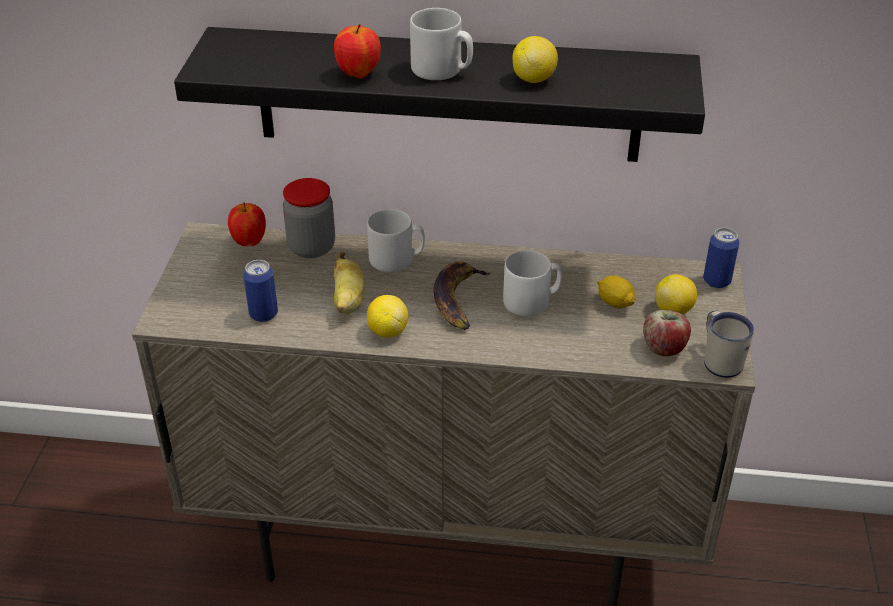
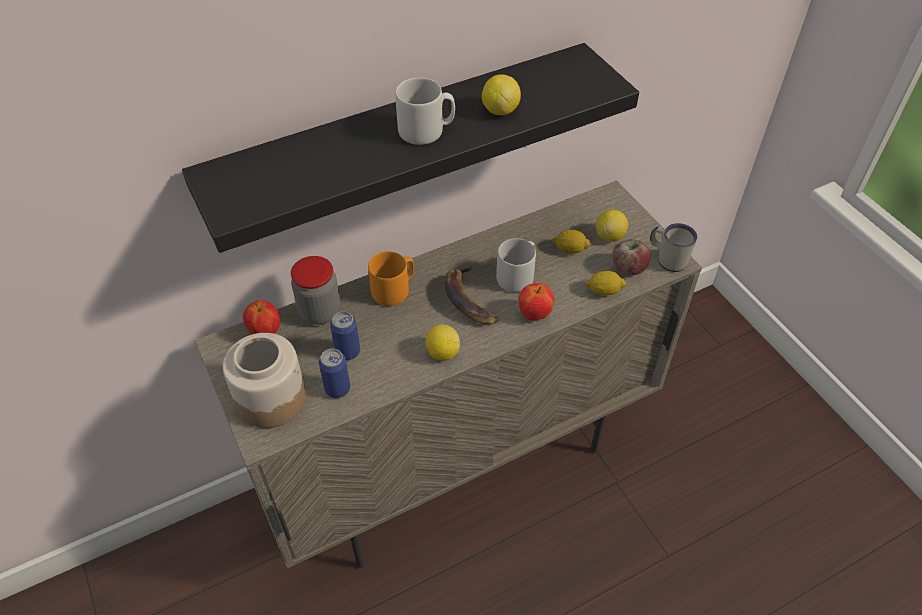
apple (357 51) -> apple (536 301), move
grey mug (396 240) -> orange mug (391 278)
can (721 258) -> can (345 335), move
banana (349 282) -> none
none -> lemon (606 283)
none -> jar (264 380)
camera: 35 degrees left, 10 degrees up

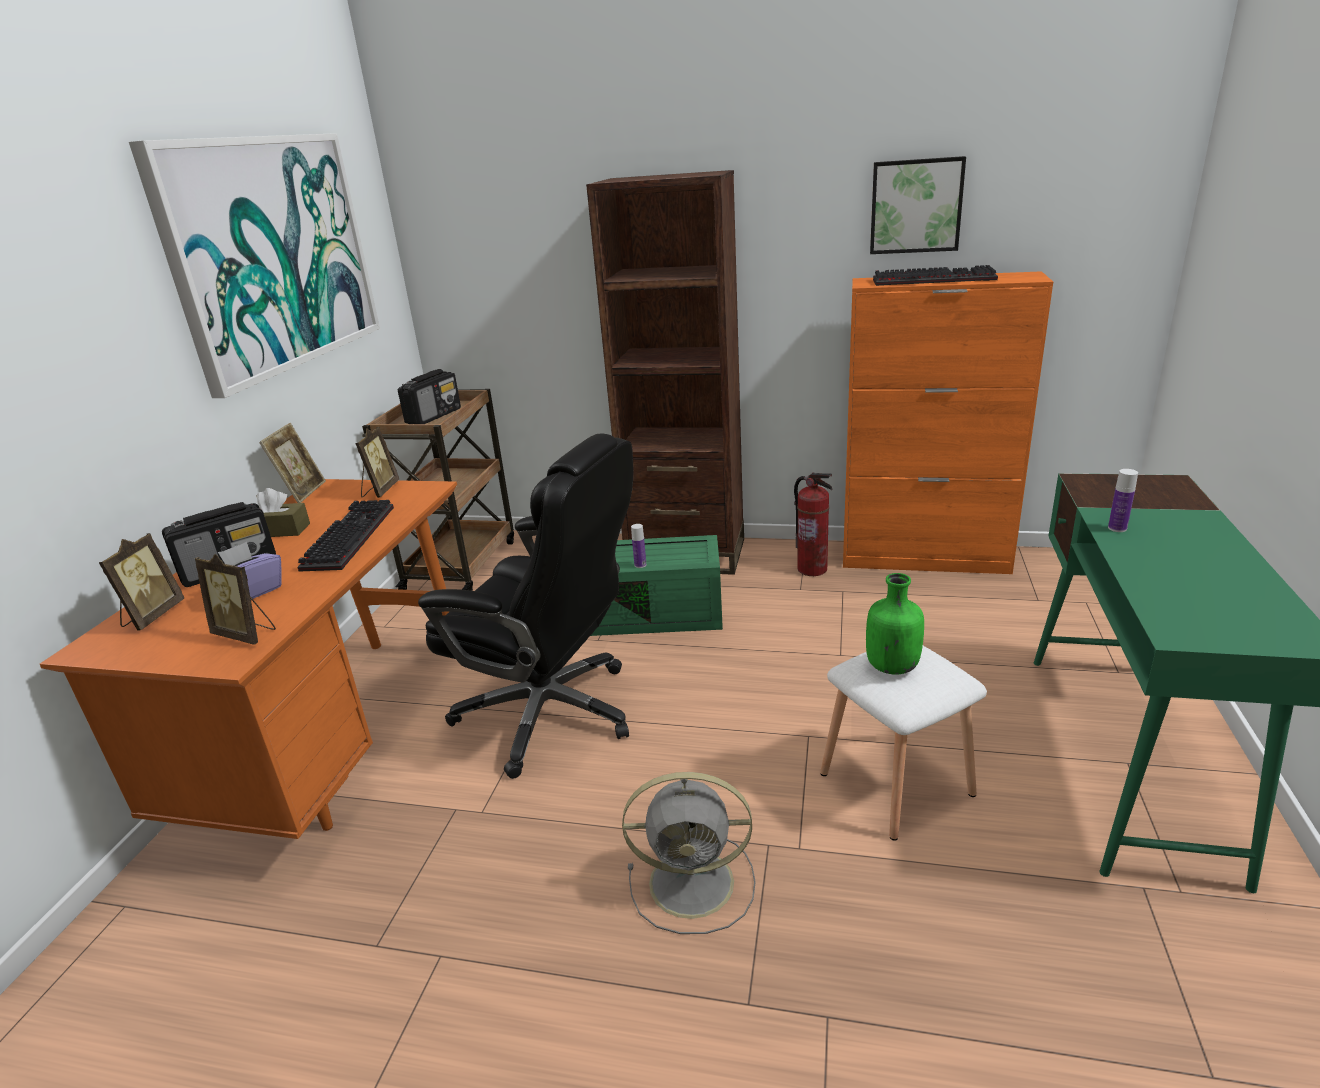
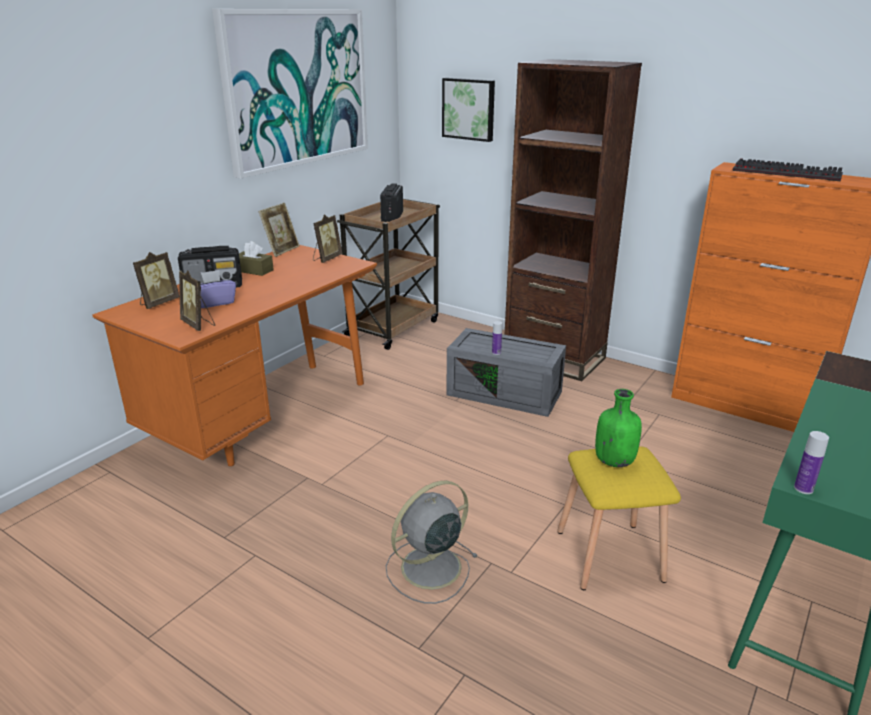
picture (918 205) -> picture (468 110), move
radio (429 396) -> radio (391 202), 135 degrees clockwise
black office chair (525 606) -> none
bottle (1123 500) -> bottle (811 462), move
fire extinguisher (813 524) -> none
keyboard (345 536) -> none
green storage box (656 585) -> grey storage box (506 372)
white stool (903 743) -> yellow stool (619 518)
grey fan (689 853) -> grey fan (432 542), 120 degrees clockwise
camera: 20 degrees right, 0 degrees up

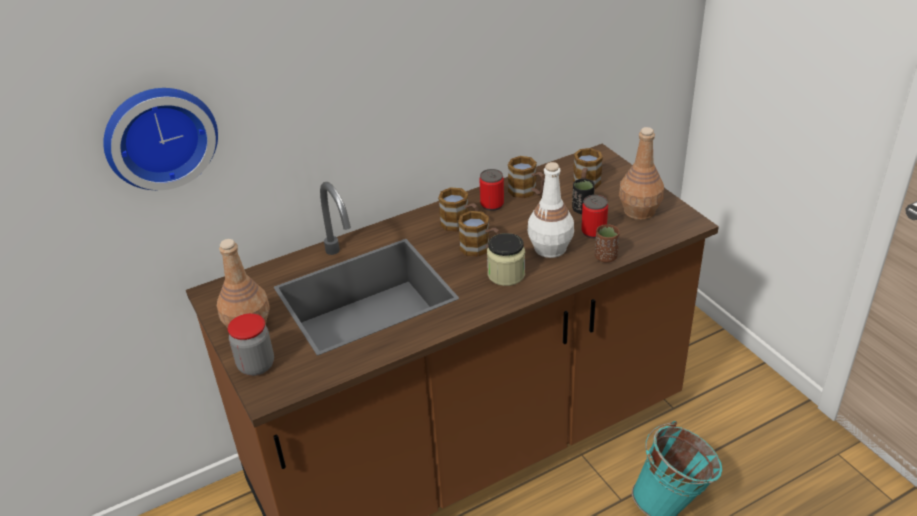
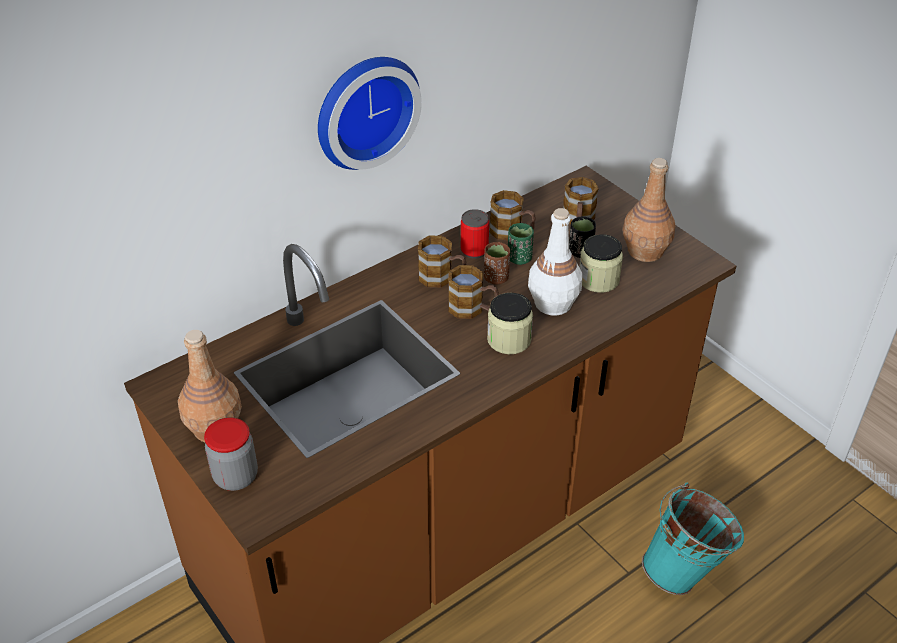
wall clock (160 139) -> wall clock (370 113), move
can (594 217) -> jar (601 263)
brown cup (607 243) -> brown cup (497 263), move
none -> green cup (521 244)
camera: 10 degrees left, 5 degrees up

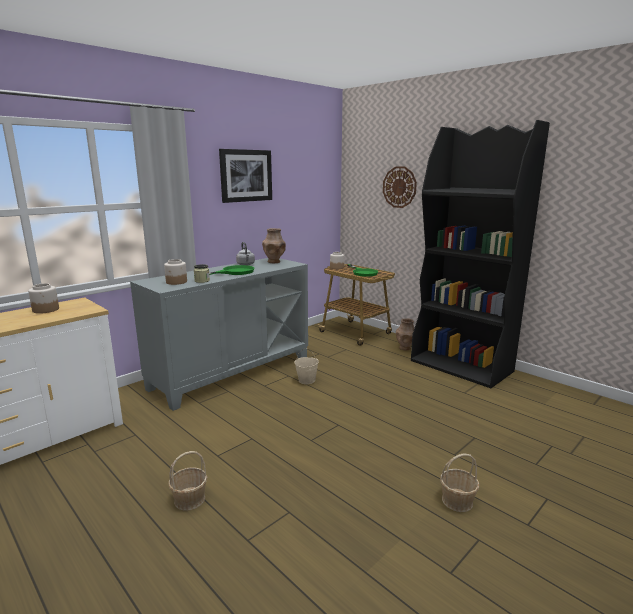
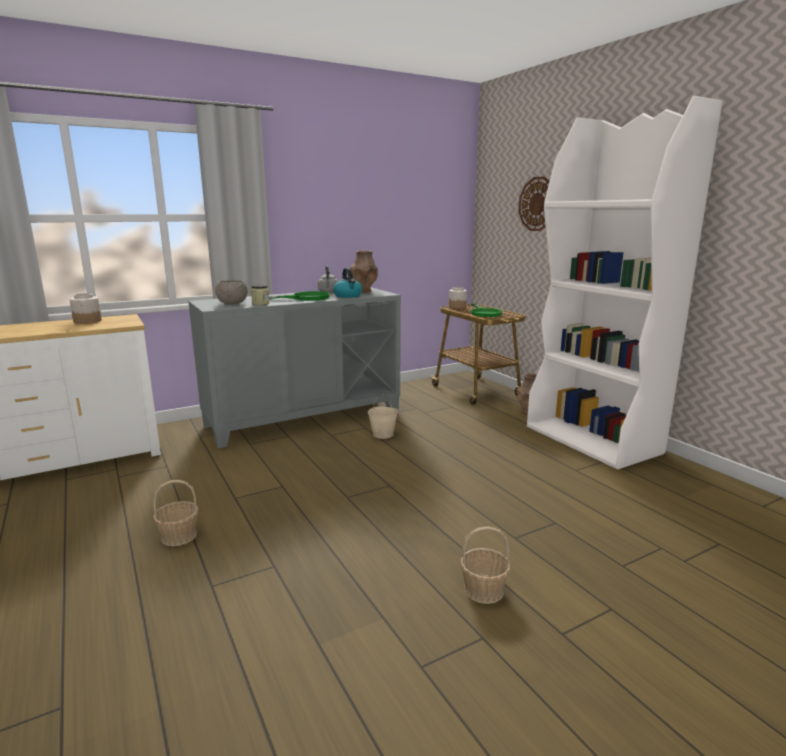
black bookcase (480 254) -> white bookcase (624 283)
picture (245 176) -> none
jar (175 272) -> grey bowl (231 292)
none -> kettle (348 283)
camera: 15 degrees right, 0 degrees up

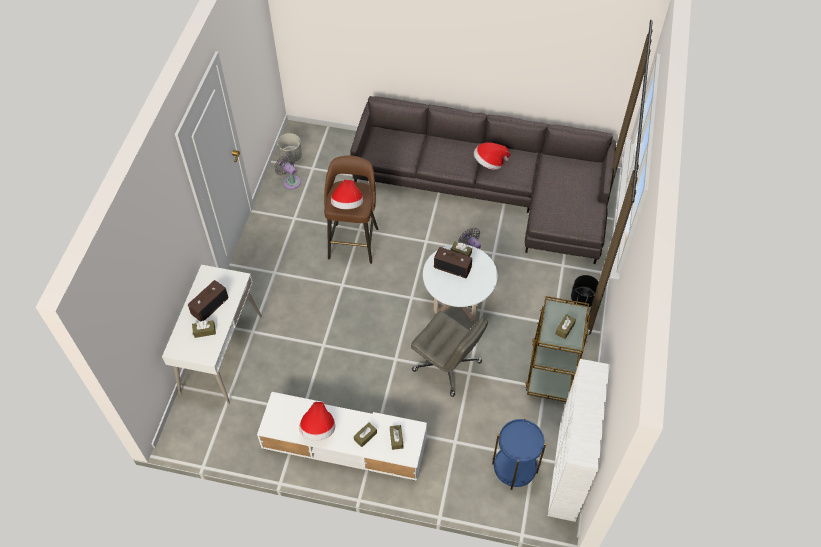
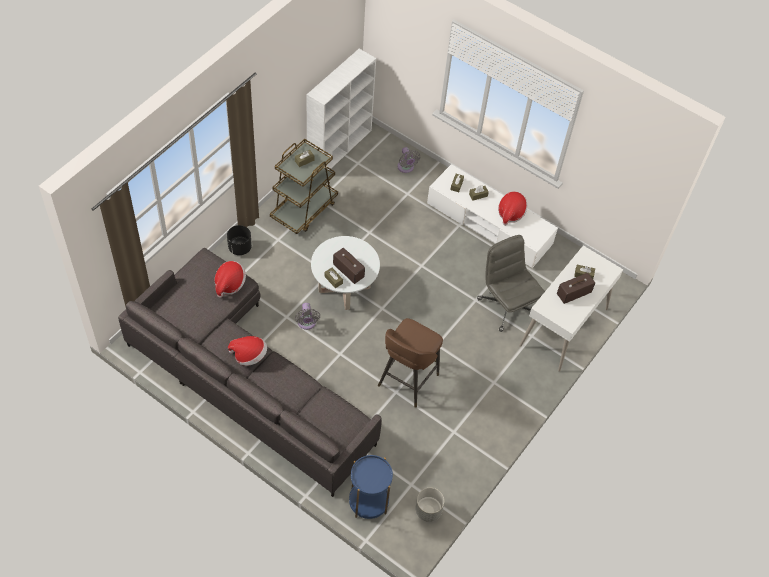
grey fan (288 171) -> grey fan (408 160), move
hat (347 194) -> hat (230 279), move
grey office chair (449 354) -> grey office chair (511 283), move
blue side table (519 453) -> blue side table (371 487), move
camera: 160 degrees left, 0 degrees up

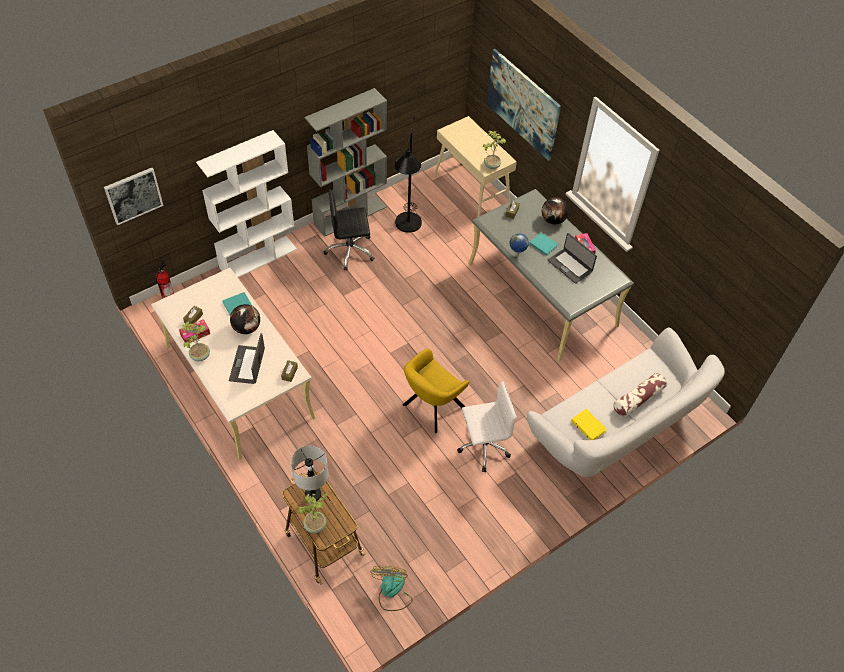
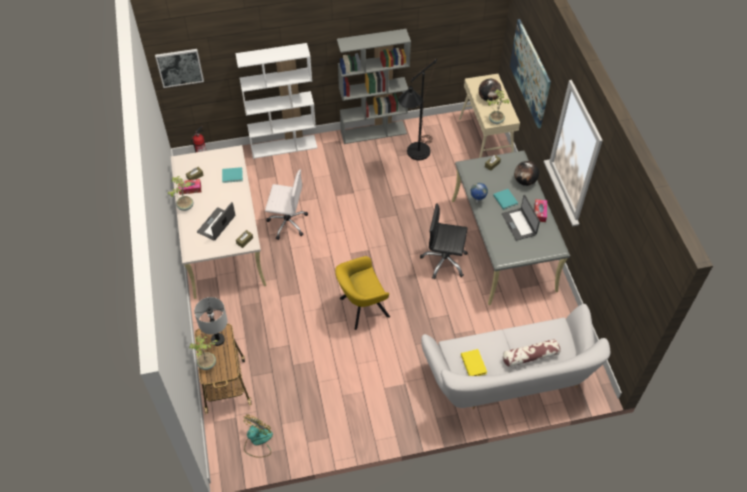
black office chair (349 230) -> black office chair (444 241), move
globe (245 319) -> globe (490 90), move
white office chair (487 426) -> white office chair (286 204), move
camera: 25 degrees right, 0 degrees up

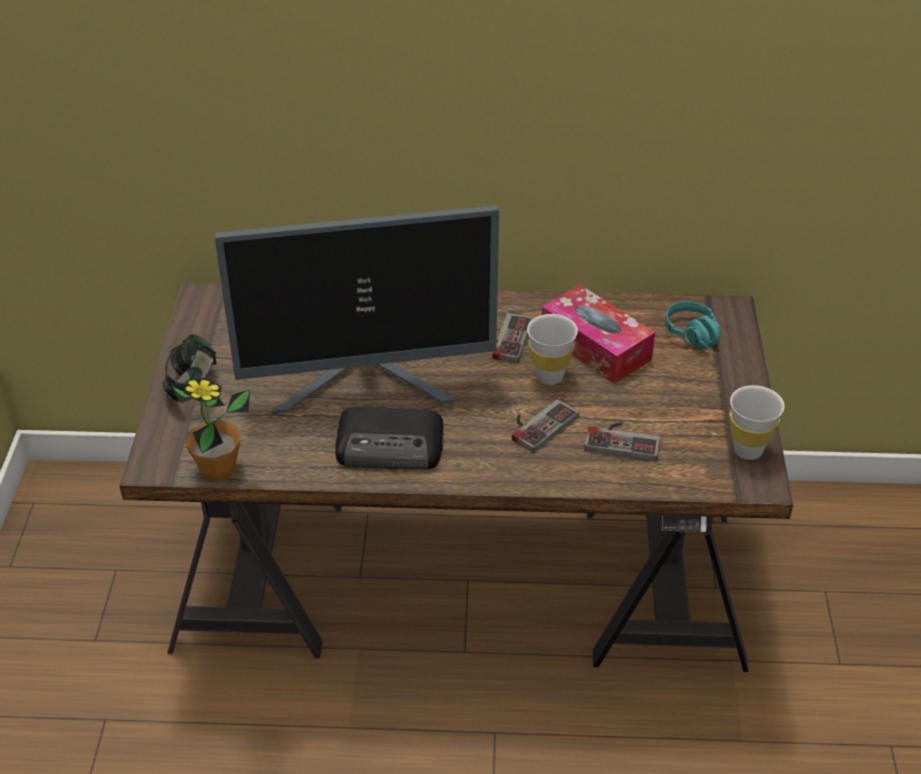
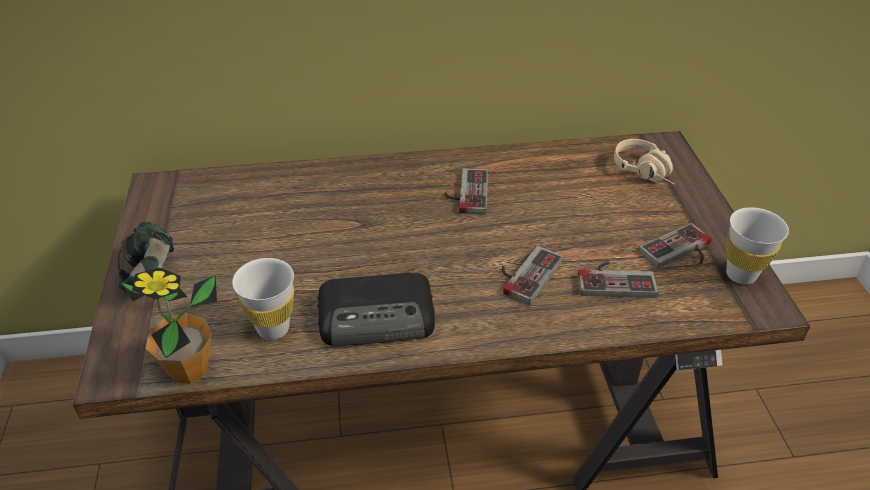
monitor (356 310) -> none
tissue box (598 334) -> none
turquoise headphones (693 327) -> beige headphones (644 162)
white cup (552 349) -> white cup (263 299), move
none -> game controller (675 245)
camera: 10 degrees left, 0 degrees up

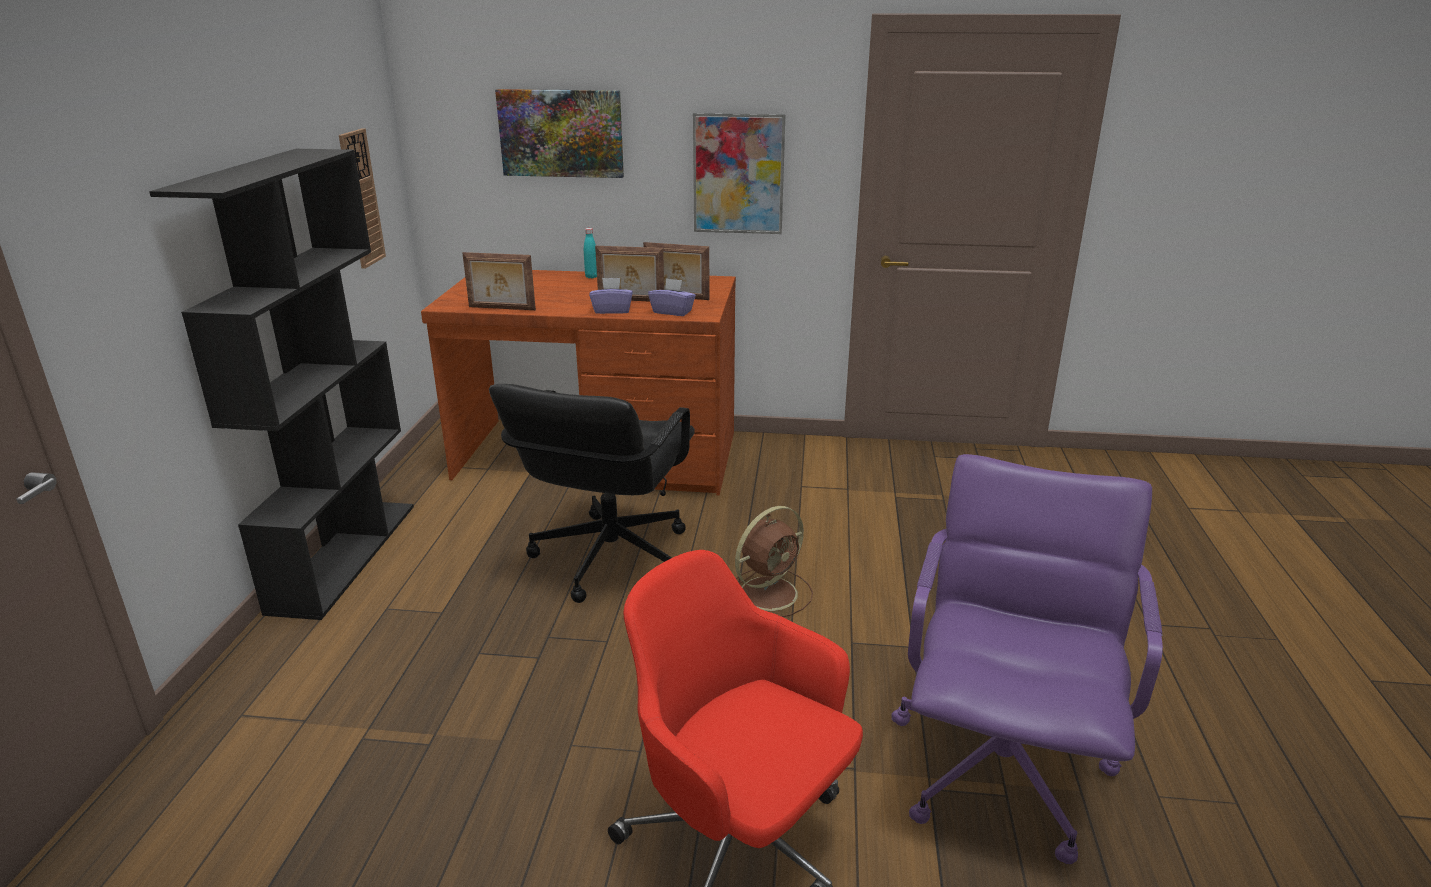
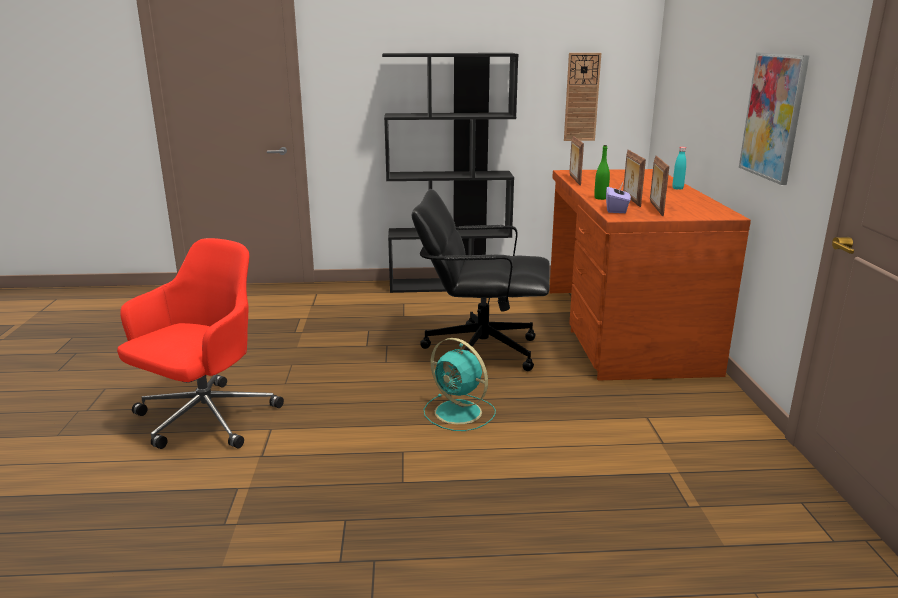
picture (559 133) -> none
purple tissue box (611 296) -> green bottle (602 172)
purple office chair (1027 659) -> none
brown fan (774 561) -> turquoise fan (459 384)
camera: 80 degrees right, 5 degrees down

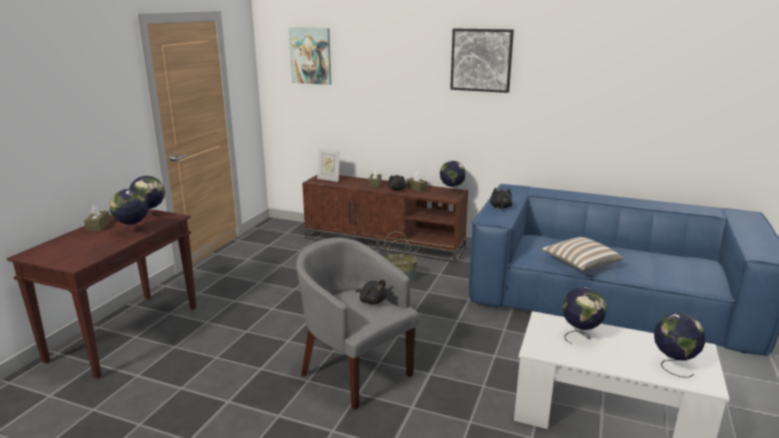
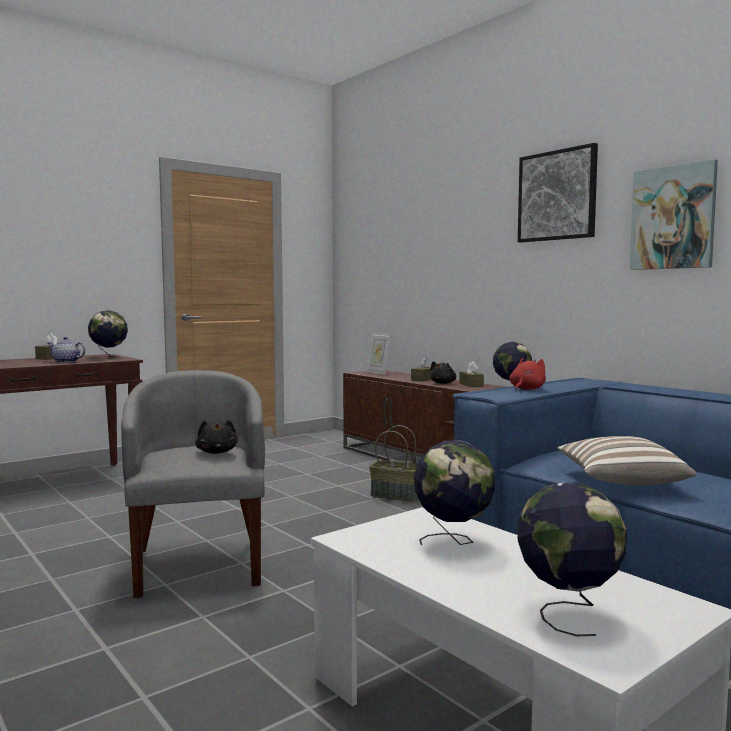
picture (310 56) -> picture (674 214), move
black plush toy (501 200) -> red plush toy (528 374)
globe (129 212) -> teapot (67 350)
camera: 30 degrees right, 15 degrees down

